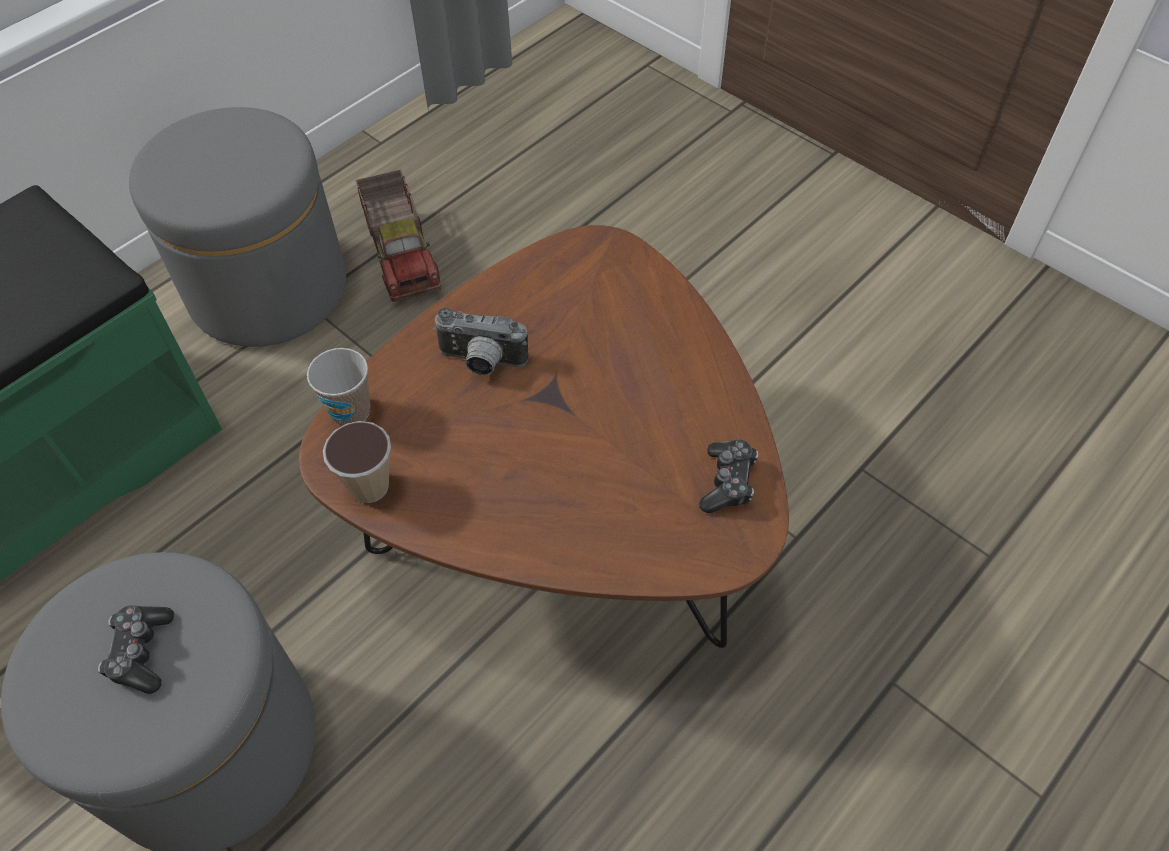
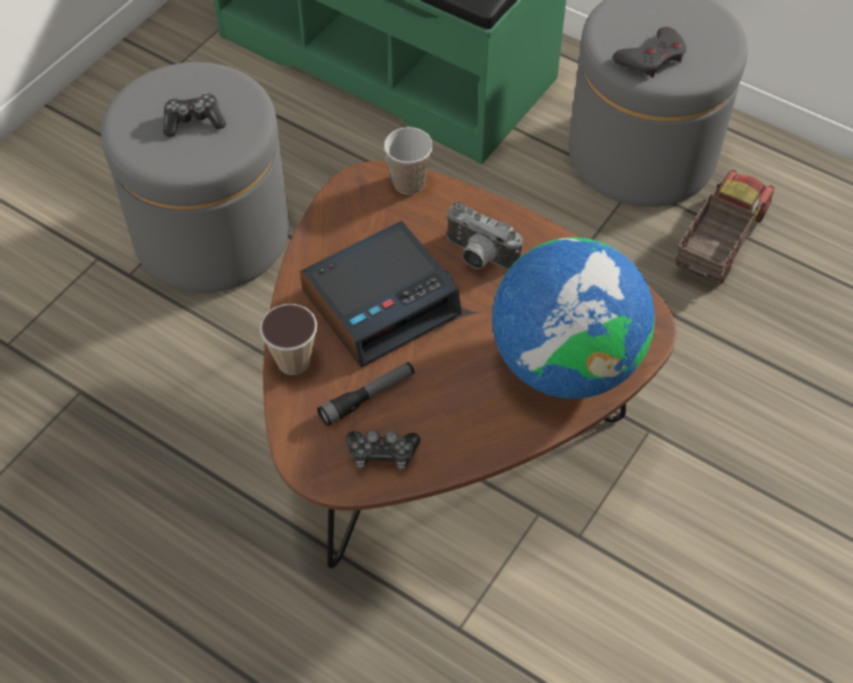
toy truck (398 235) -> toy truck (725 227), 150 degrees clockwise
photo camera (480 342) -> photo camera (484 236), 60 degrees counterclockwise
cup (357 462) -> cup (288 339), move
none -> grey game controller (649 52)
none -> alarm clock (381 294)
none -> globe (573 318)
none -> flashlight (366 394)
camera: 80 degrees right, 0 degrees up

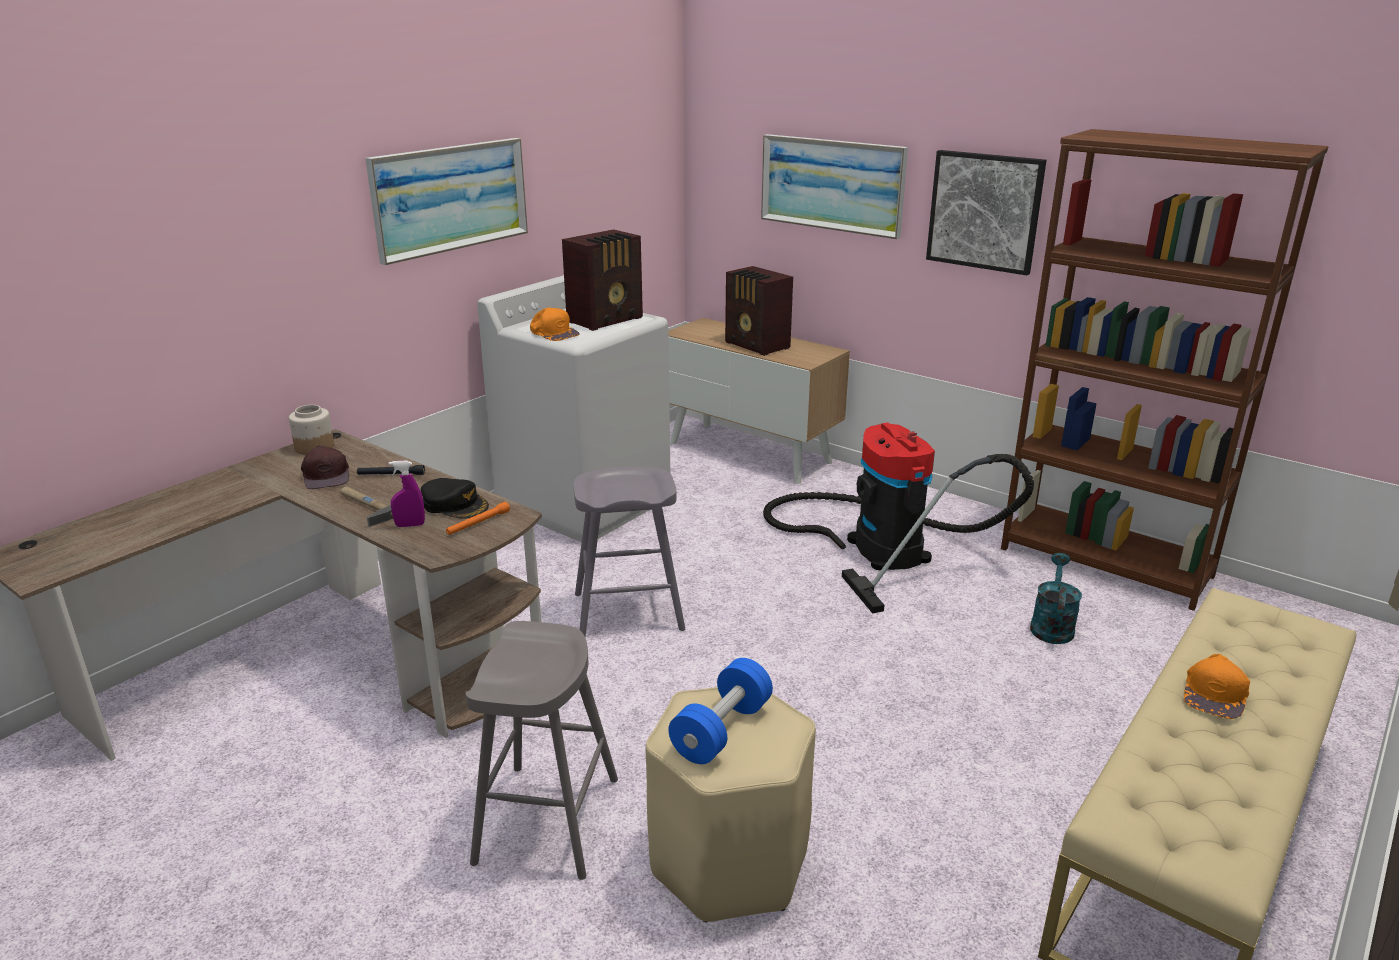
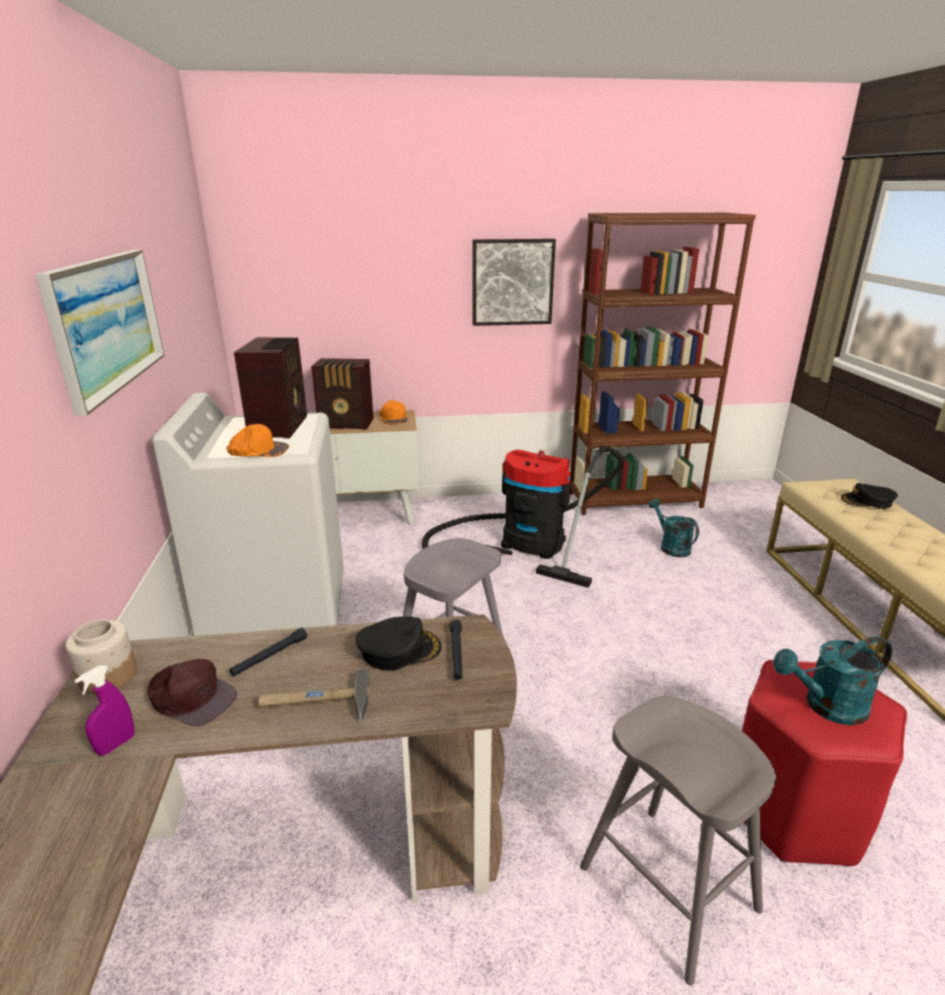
picture (834 186) -> none
purple spray bottle (407 493) -> purple spray bottle (104 710), move
orange flashlight (478 518) -> black flashlight (456 650)
orange cap (1217 686) -> orange cap (393 412), move
blue dumbbell (721 711) -> turquoise watering can (832 680)
beige stool (731 805) -> red stool (824 763)
none -> black cap (869 496)
camera: 45 degrees left, 0 degrees up

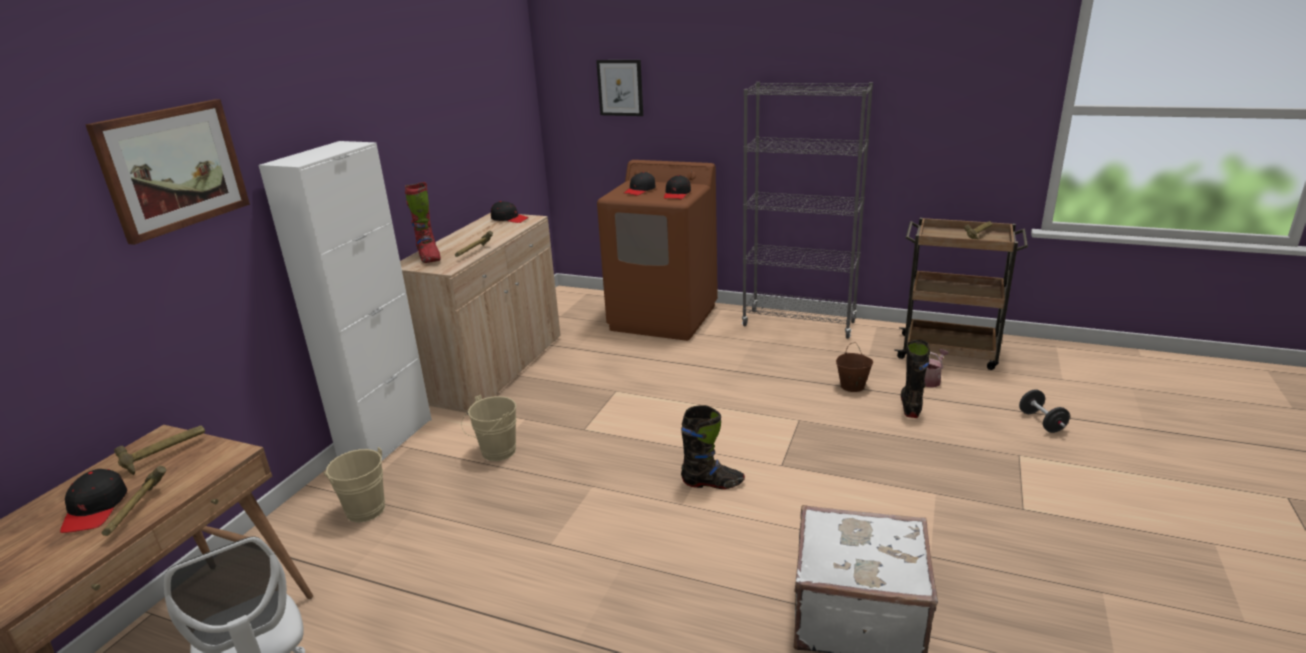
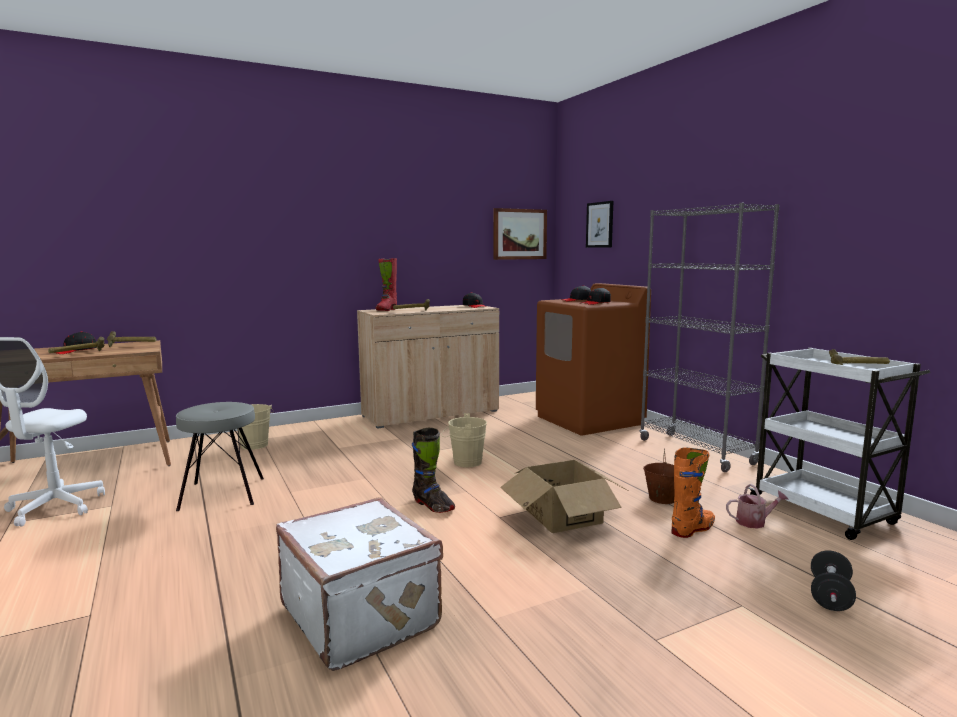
picture (167 172) -> picture (520 234), move
white cabinet (345 301) -> none
brown cart (961 294) -> white cart (839 444)
black boot (915 379) -> orange boot (693 492)
beige bucket (488 428) -> beige bucket (464 440), move
none -> grey stool (220 456)
none -> cardboard box (564 496)
camera: 40 degrees right, 15 degrees down

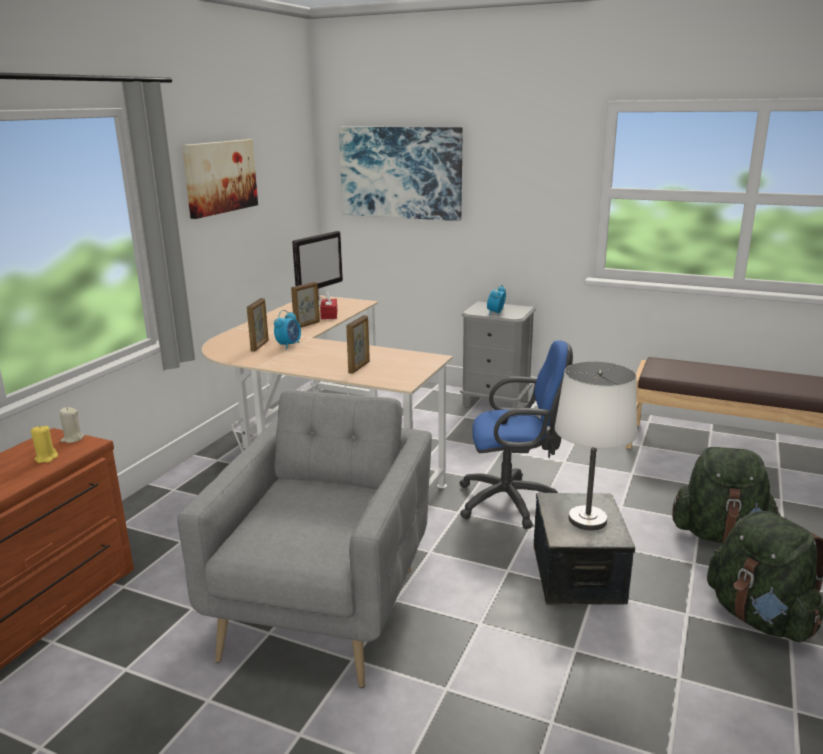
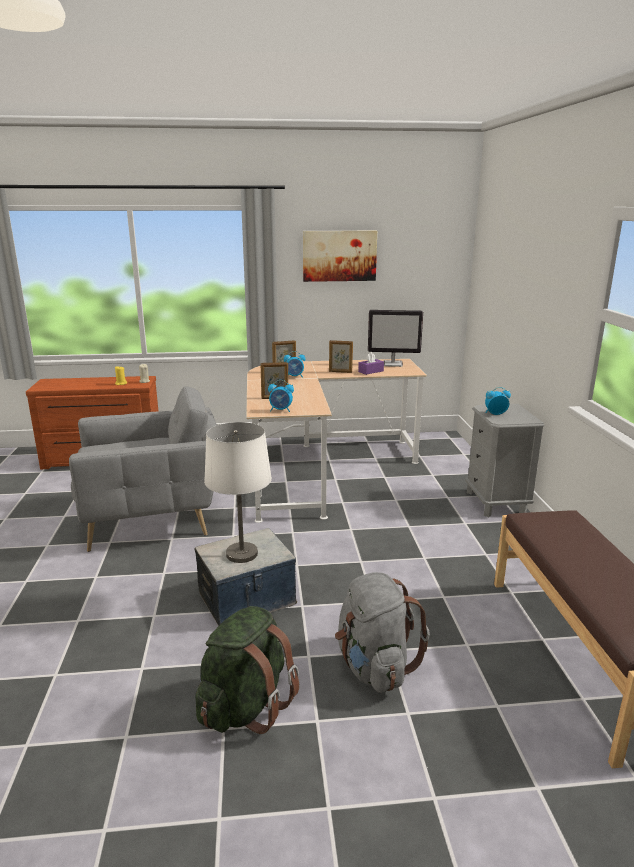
picture (400 174) -> none
red tissue box (328 305) -> purple tissue box (371 363)
blue office chair (516 435) -> none
green backpack (726 495) -> grey backpack (382 632)
none -> alarm clock (281 396)
camera: 60 degrees right, 0 degrees up

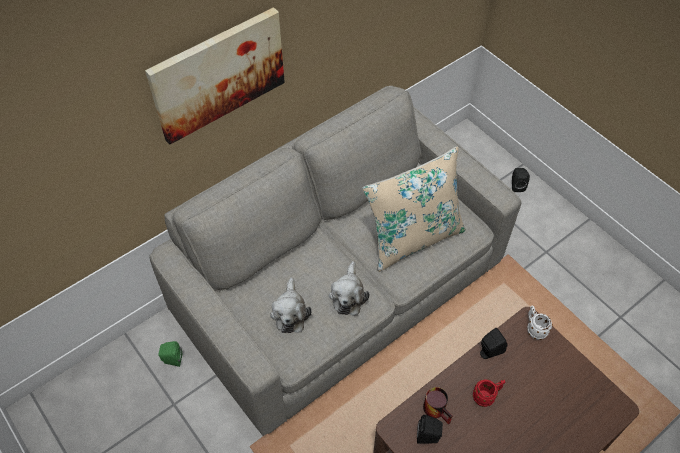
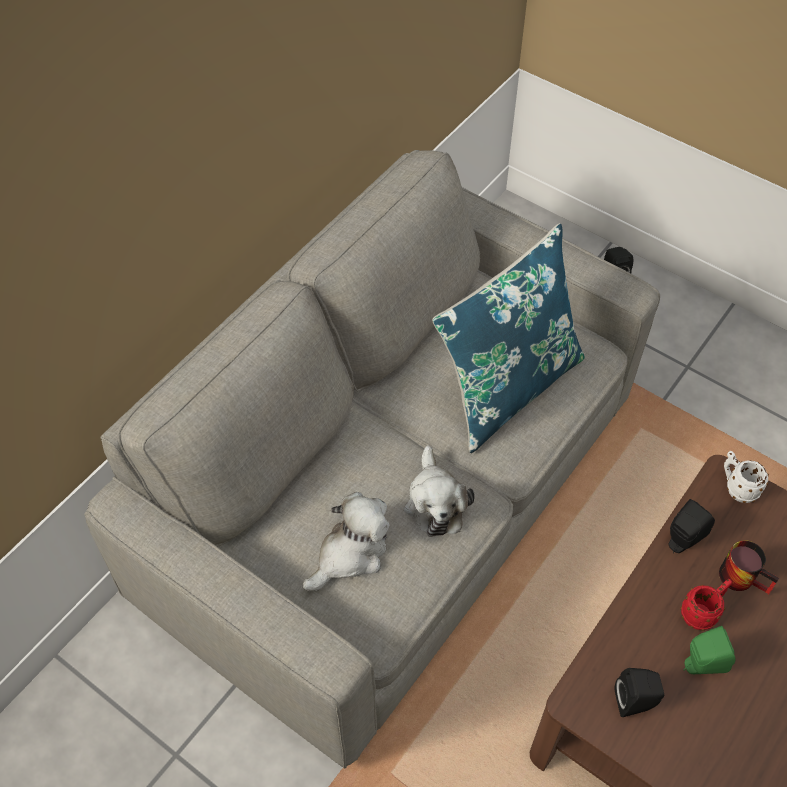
picture (215 76) -> none
beige pillow (414 209) -> blue pillow (508 338)
plush toy (291 305) -> plush toy (346 541), 120 degrees counterclockwise
green speaker (170 354) -> green speaker (710 650), move
mug (437 406) -> mug (749 567), move
camera: 15 degrees left, 0 degrees up

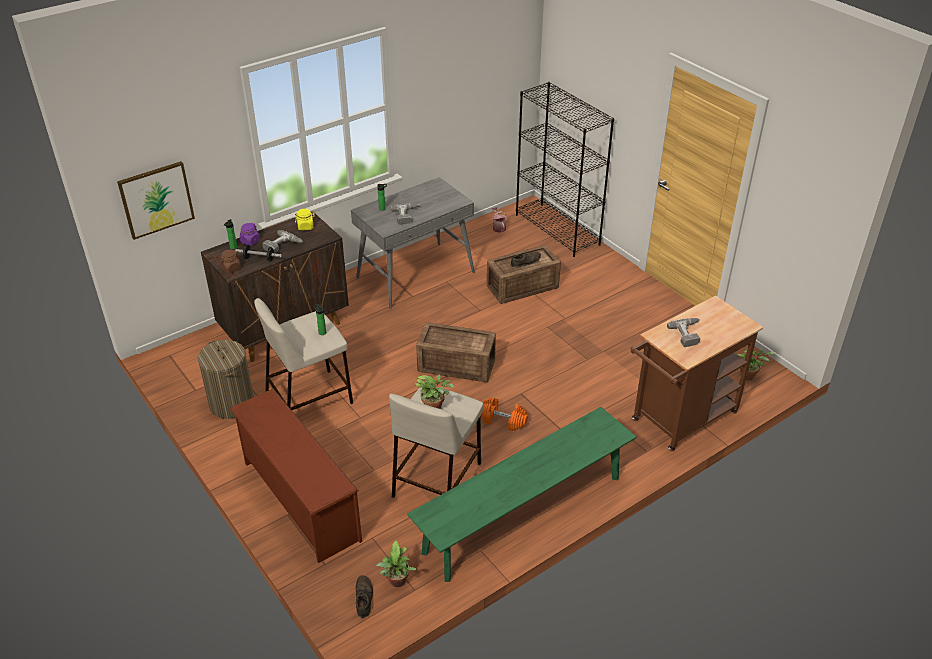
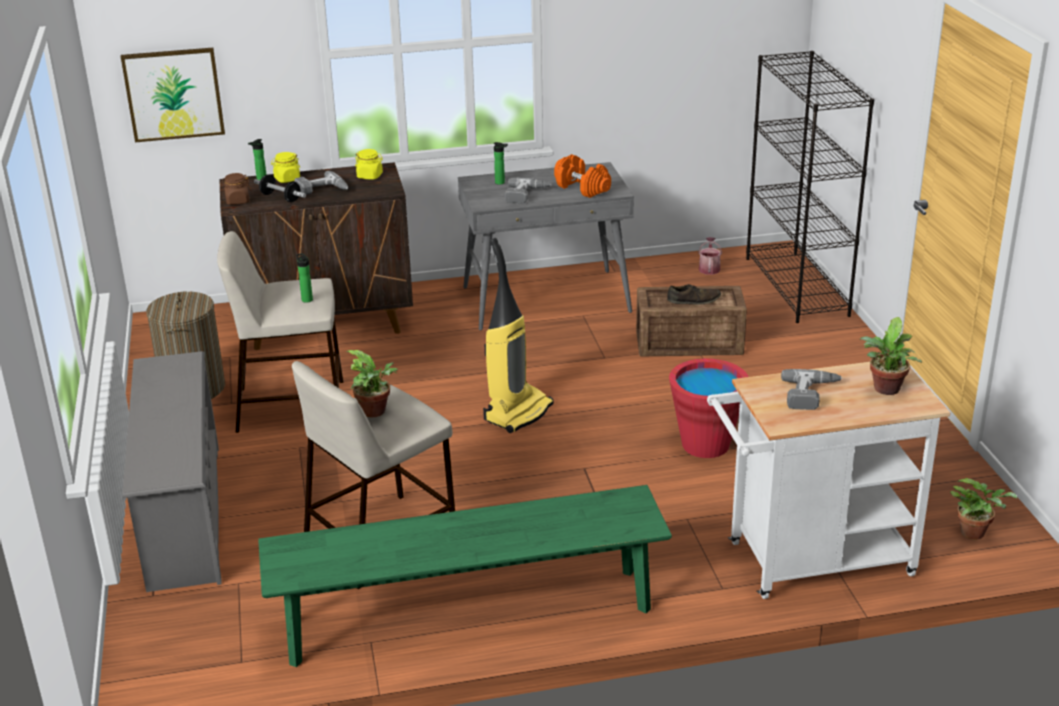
purple jar (250 234) -> yellow jar (285 167)
brown cart (696 373) -> white cart (828 480)
crate (456 352) -> vacuum cleaner (518 335)
brown shoe rack (296 476) -> grey shoe rack (172 471)
orange dumbbell (504 414) -> orange dumbbell (582 176), move
potted plant (396 563) -> potted plant (891 356), move
brown shoe (364 597) -> none
none -> red bucket (709 408)
camera: 25 degrees right, 10 degrees down

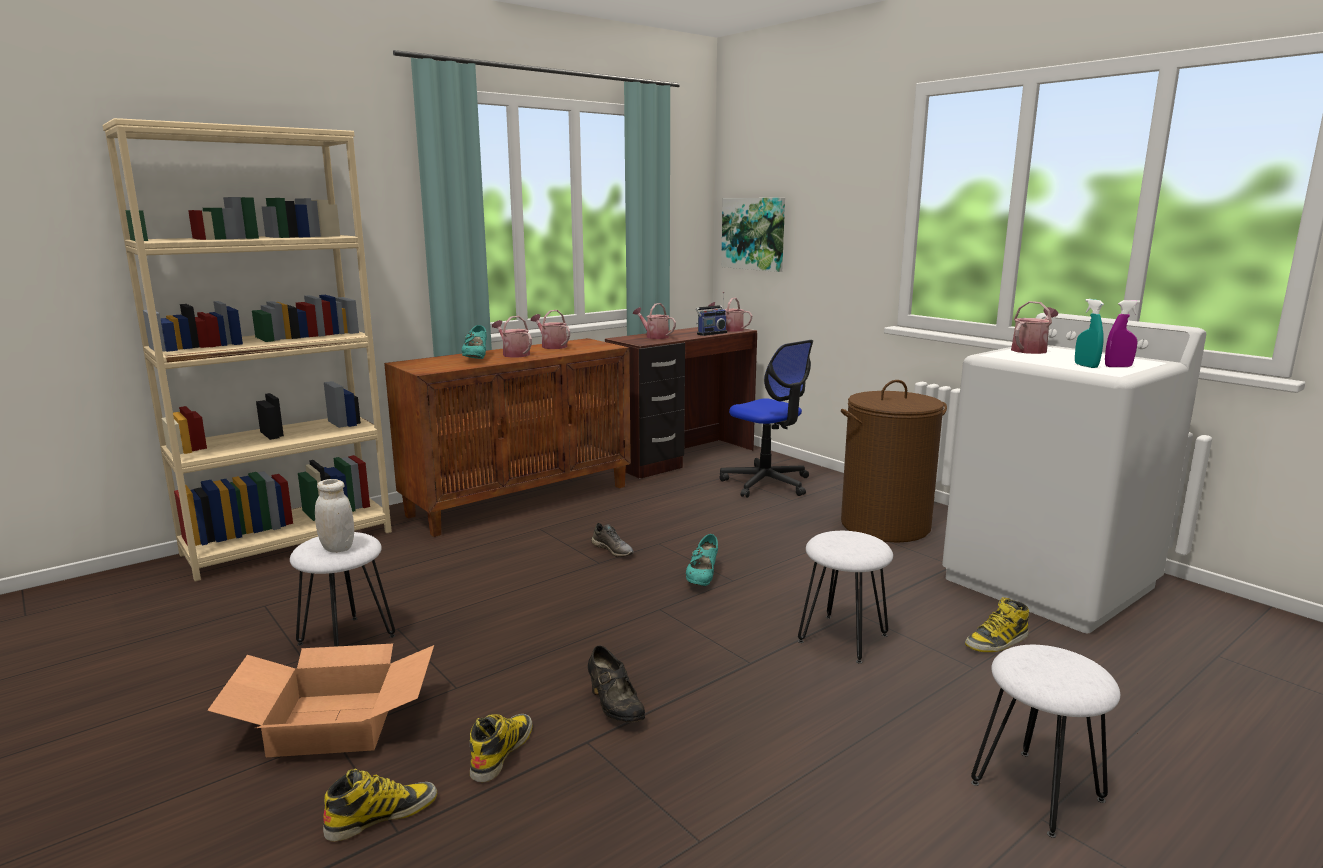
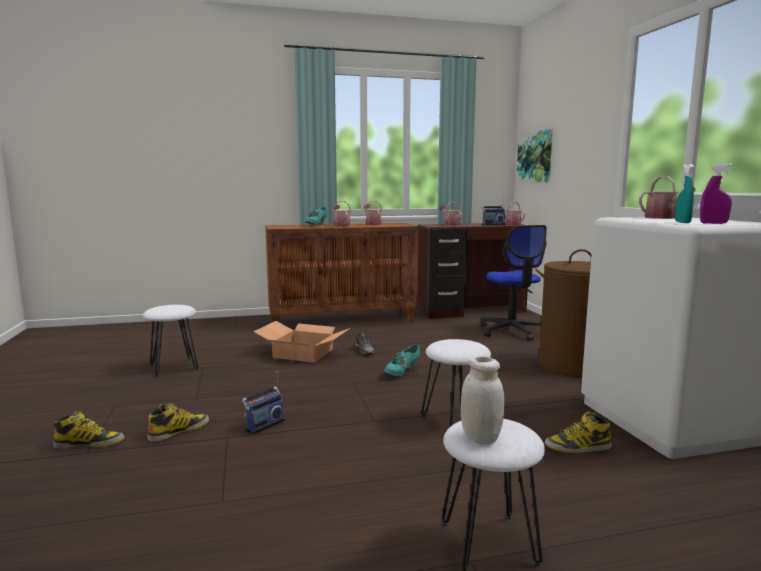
beige bookcase (247 350) -> none
white jar (334 516) -> white jar (482 400), move
cardboard box (320 700) -> cardboard box (302 342), move
black shoe (616 684) -> radio (263 403)
camera: 25 degrees right, 5 degrees down

